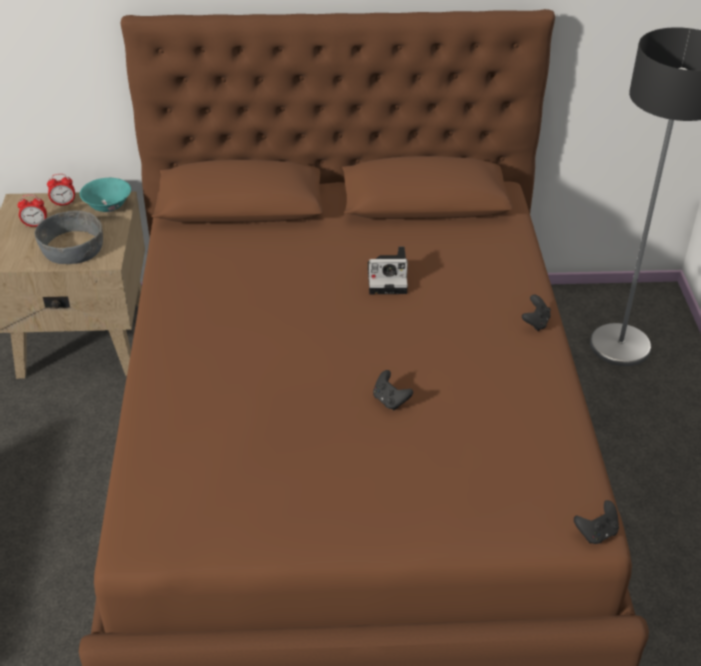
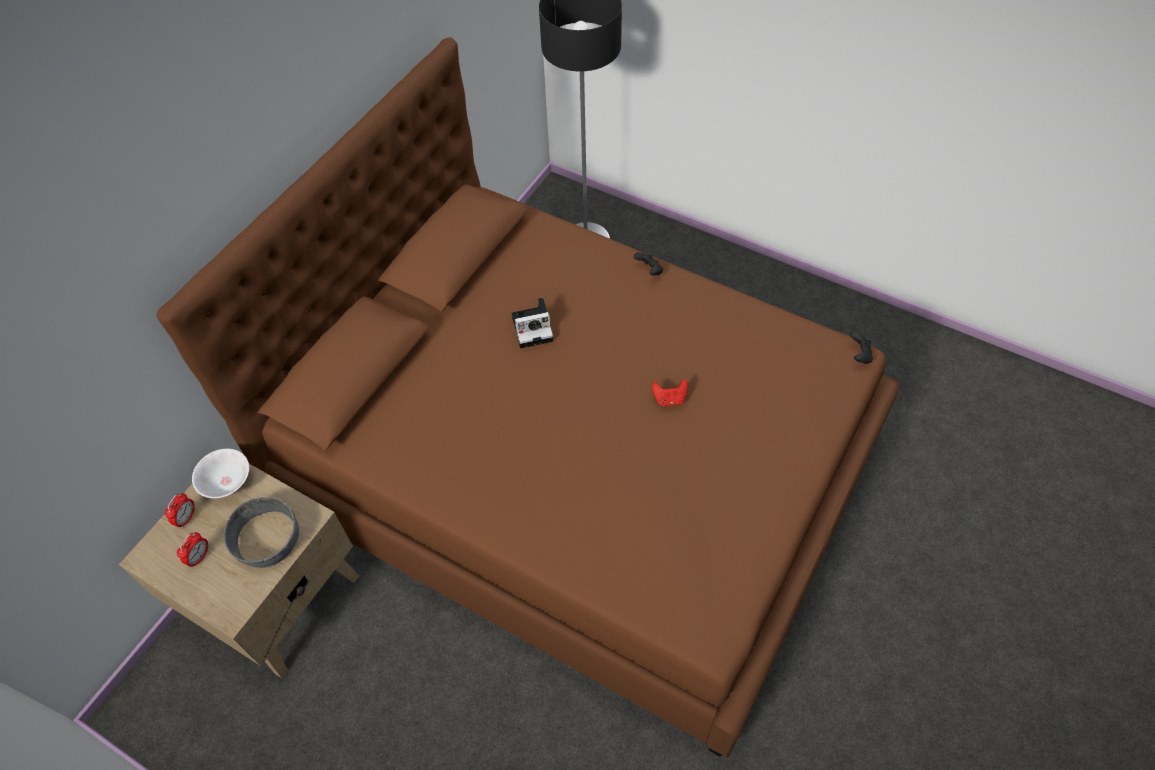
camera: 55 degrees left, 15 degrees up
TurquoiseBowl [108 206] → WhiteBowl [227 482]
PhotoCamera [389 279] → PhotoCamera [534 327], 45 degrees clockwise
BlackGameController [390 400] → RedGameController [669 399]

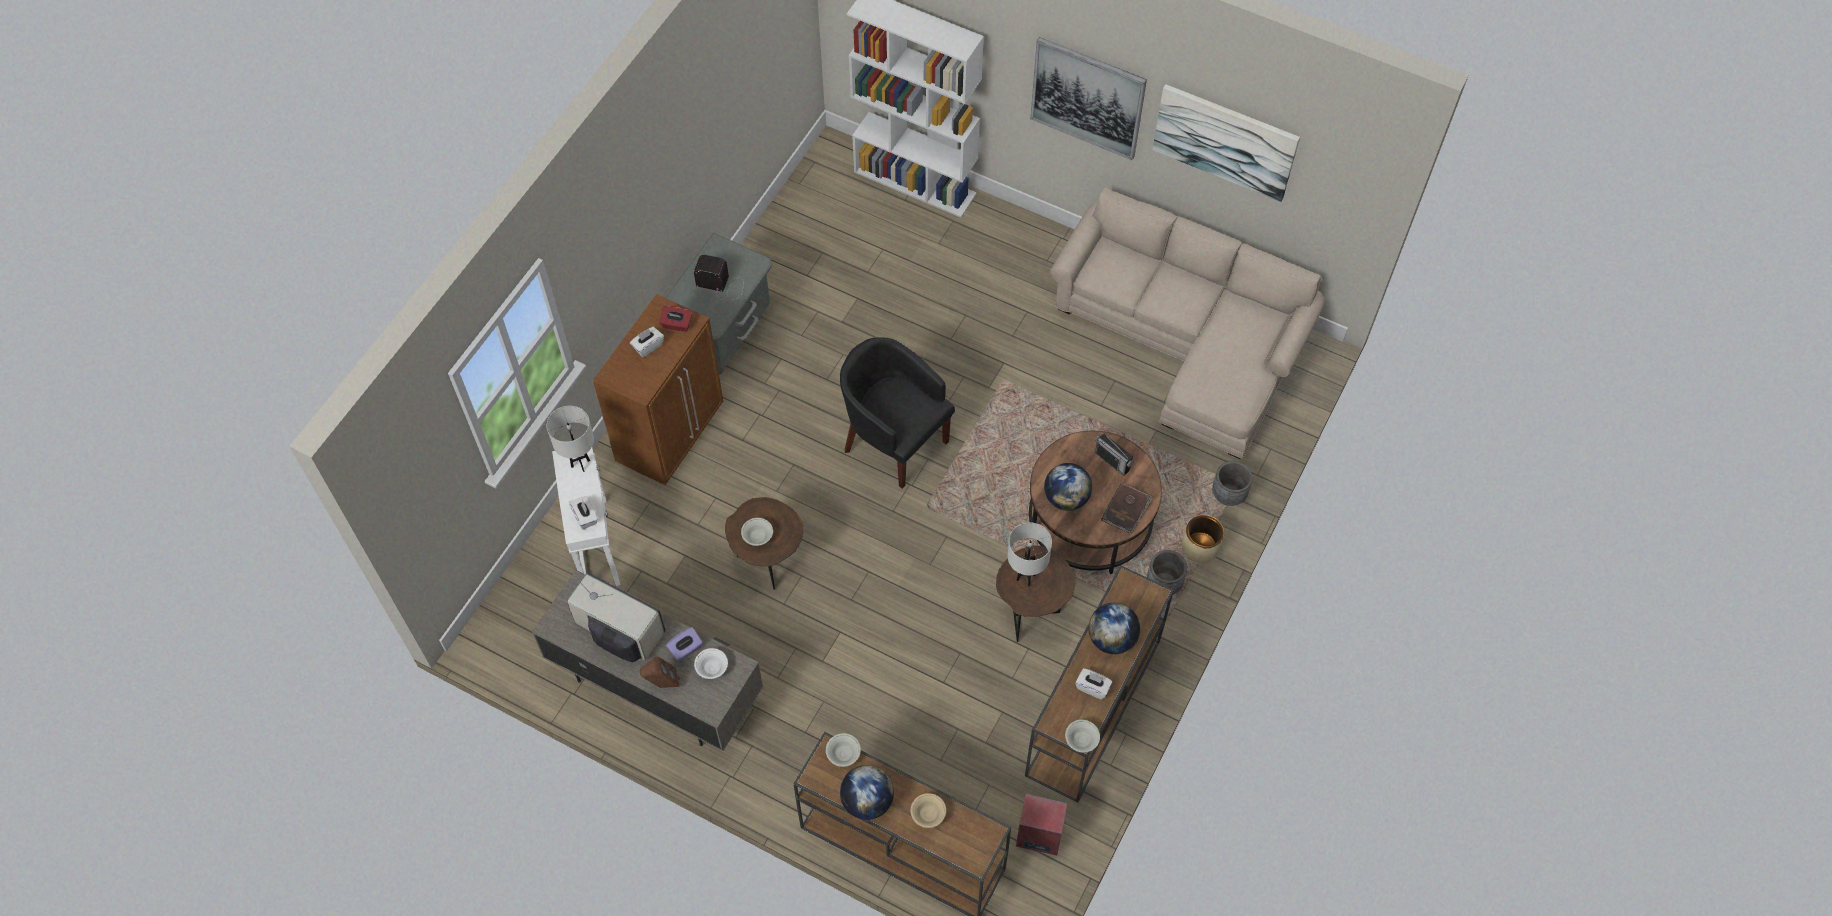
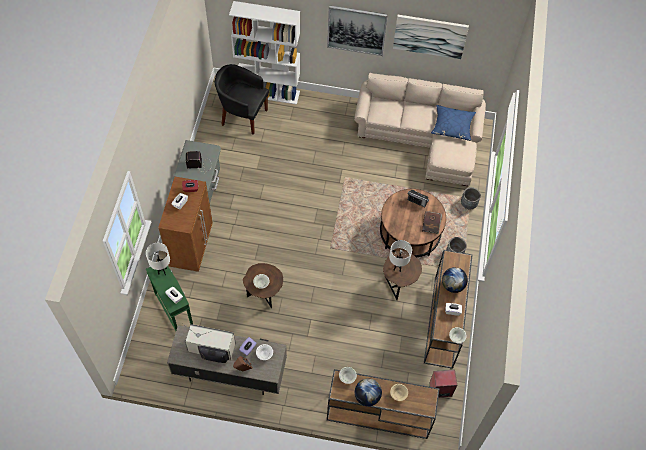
camera: 20 degrees left, 0 degrees up
WhiteSideTable [596 544] → GreenSideTable [174 310]
BlackArmchair [894 441] → BlackArmchair [242 115], moved
- → BluePillow [452 126]
Globe [1066 498] → -
BeigePlanter [1200 547] → -

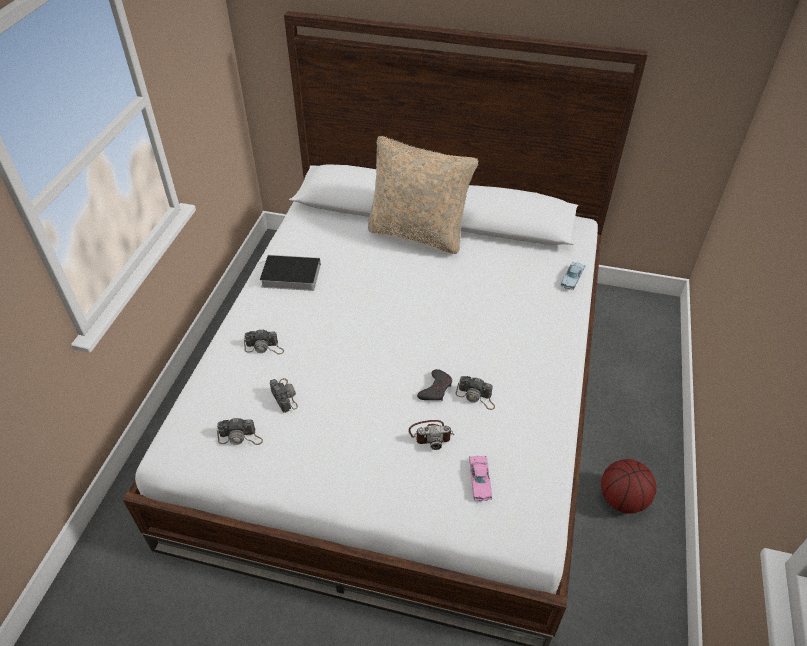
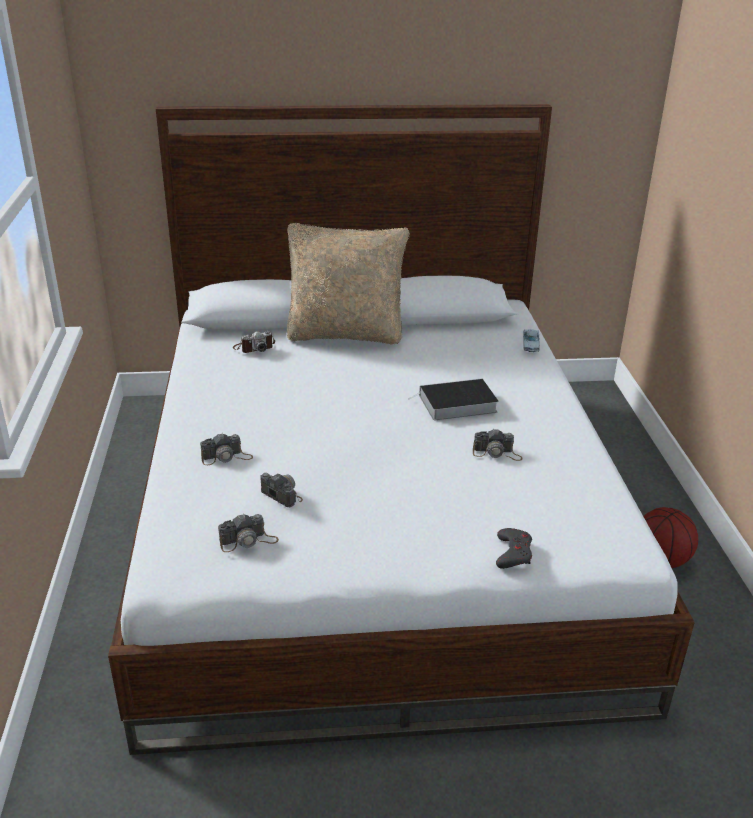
camera: 20 degrees left, 15 degrees down
PhotoCamera [431 434] → PhotoCamera [254 348], moved
Book [289 276] → Book [455 404], moved
GreyGameController [436 389] → GreyGameController [513 553], moved
PinkToyCar [479 480] → -

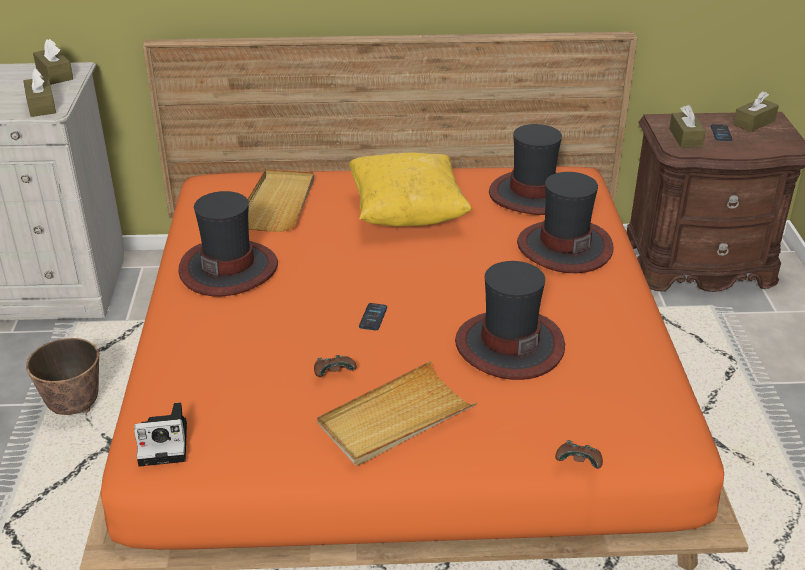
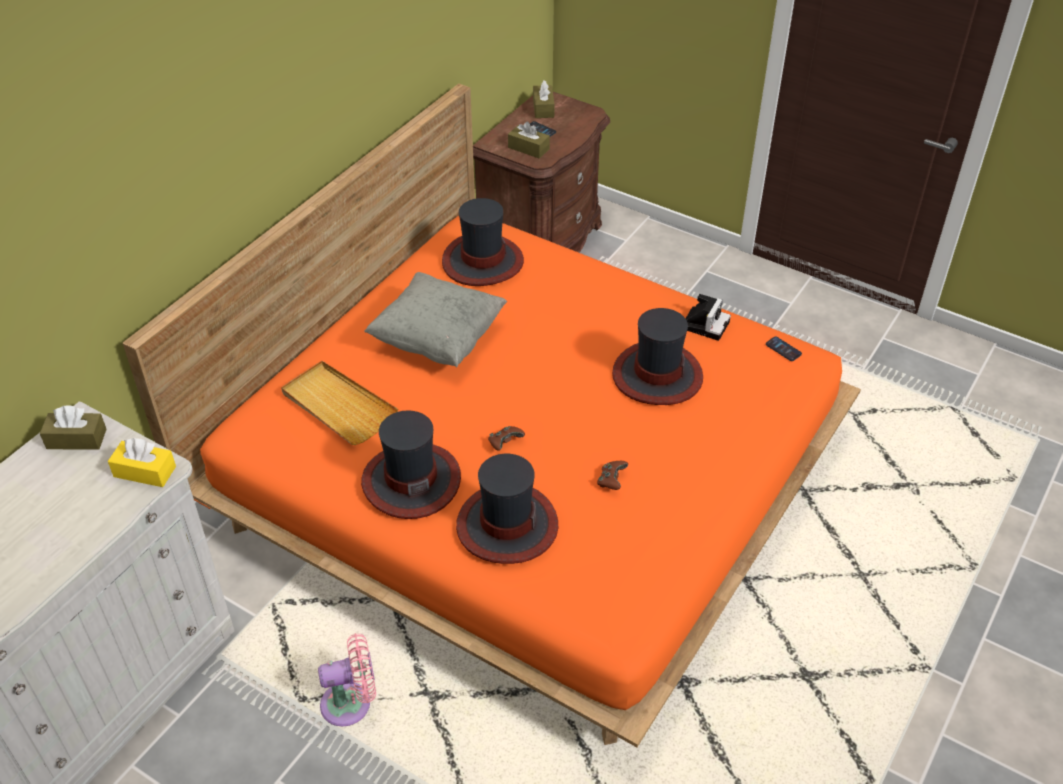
camera: 55 degrees left, 10 degrees up
BrownTissueBox [41 105] → YellowTissueBox [145 471]
Planter [74 407] → PinkFan [351 703]
YellowPillow [407 214] → GreyPillow [438 340]
Hat [564 247] → Hat [506 525], moved
BrownGameController [578 463] → BrownGameController [505 443], moved
PhotoCamera [166 443] → PhotoCamera [705 323], moved
Phone [373 317] → Phone [783 349], moved
BeigeTray [395 418] → -

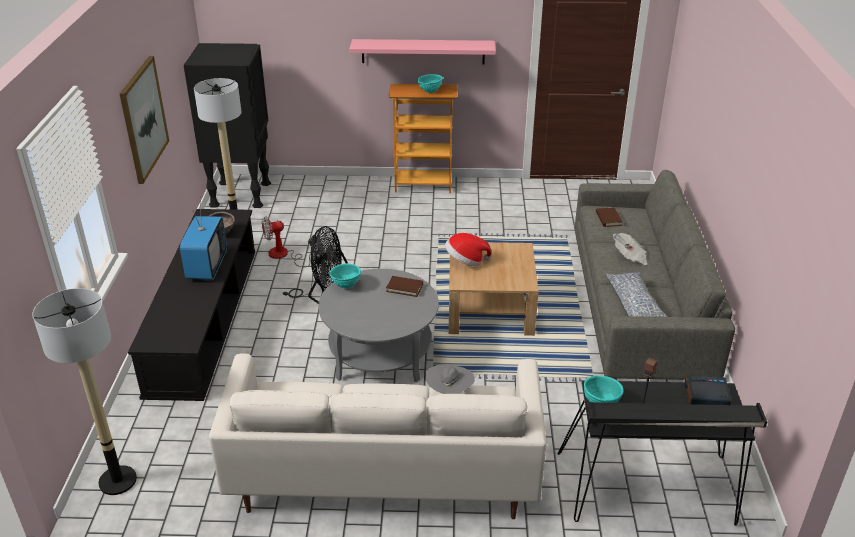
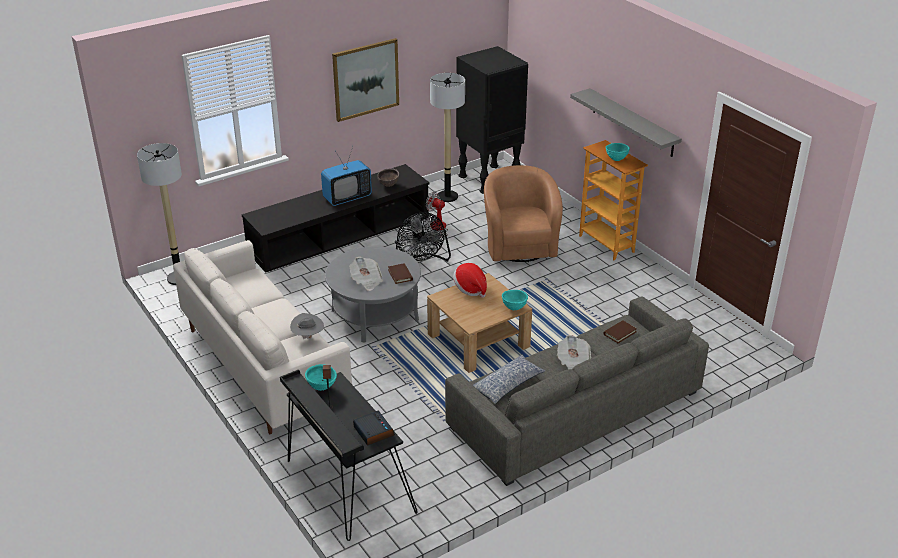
camera: 55 degrees right, 0 degrees up
- → Newspaper [366 281]
- → BrownArmchair [519 246]
TurquoiseBowl [346 286] → TurquoiseBowl [514 308], moved
PinkShelf [423 51] → GreyShelf [632 122]

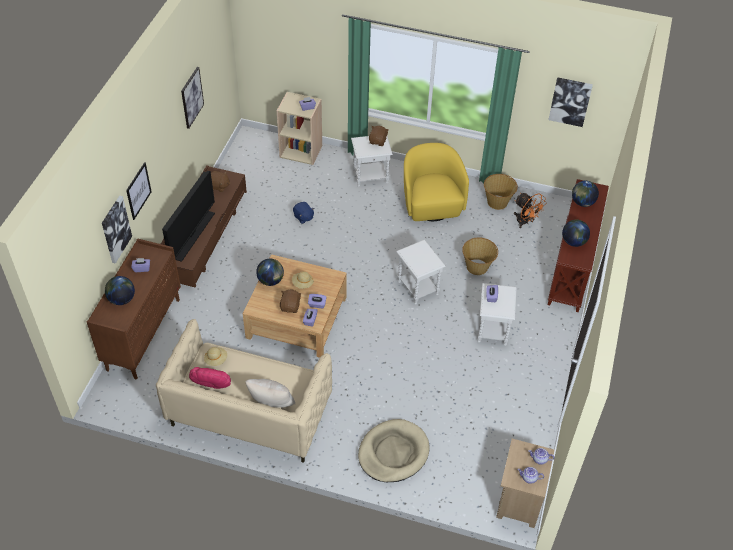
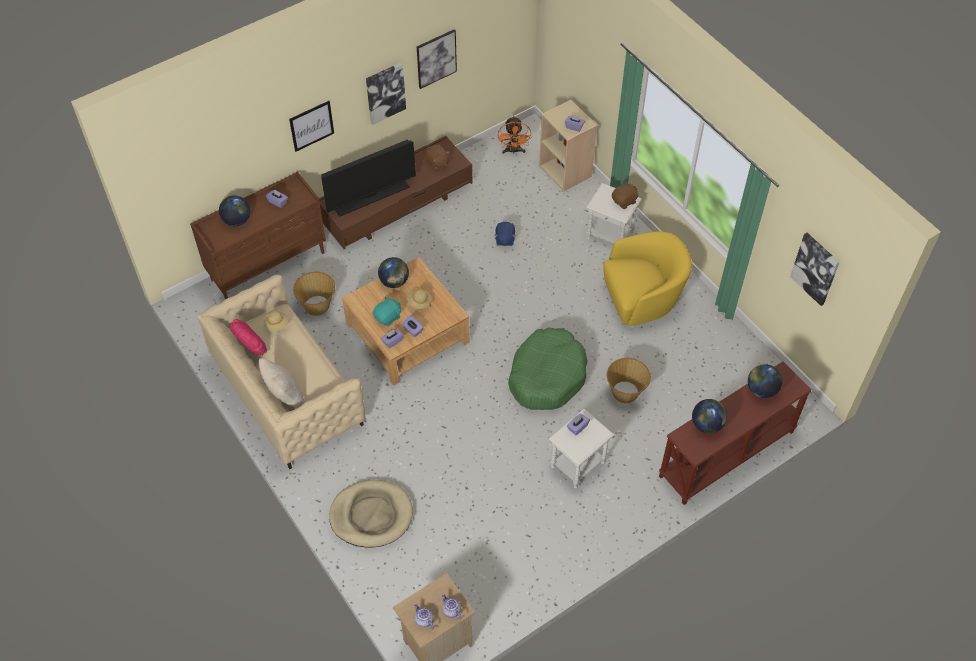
camera: 40 degrees right, 5 degrees up
Basket [497 202] → Basket [317 305], moved
Picture [115 229] → Picture [385 92], moved
BrownPlushToy [290 306] → TurquoisePlushToy [388 317]
OrangeFan [525 222] → OrangeFan [513 151], moved
WhiteSideTable [418 287] → GreenDogBed [547 375]
YellowArmchair [431 204] → YellowArmchair [642 299], 45 degrees clockwise

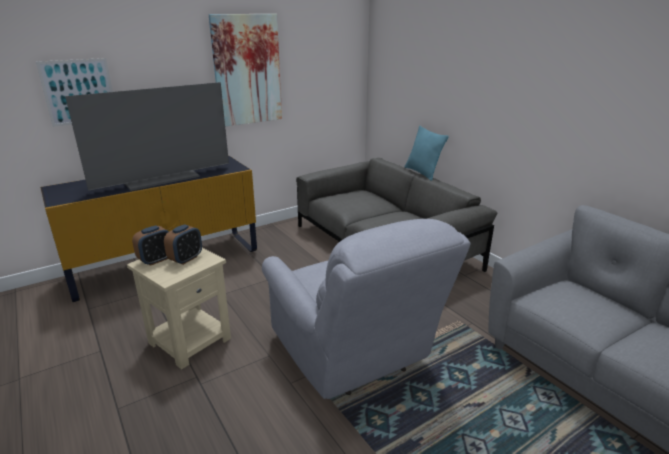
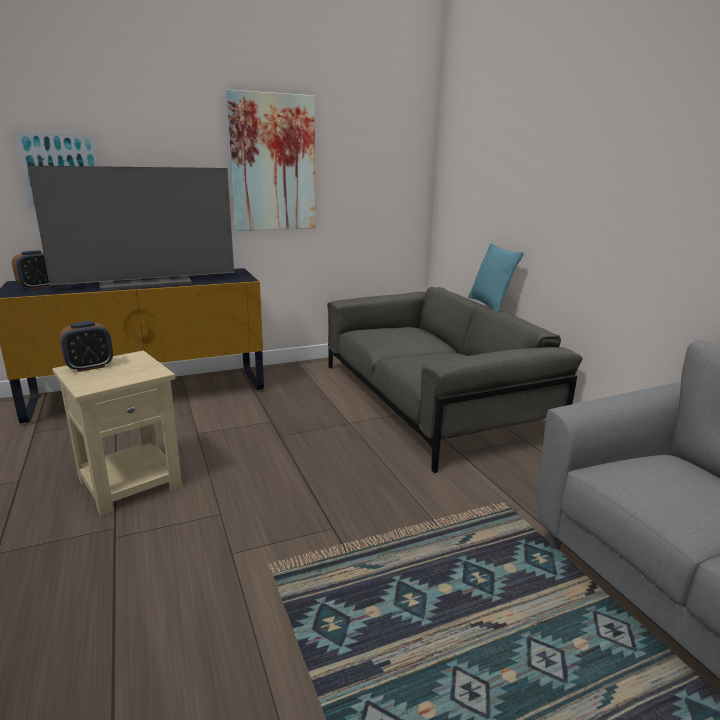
camera: 10 degrees right, 5 degrees down
AlarmClock [186 259] → AlarmClock [38 287], moved
GreyArmchair [354 357] → -

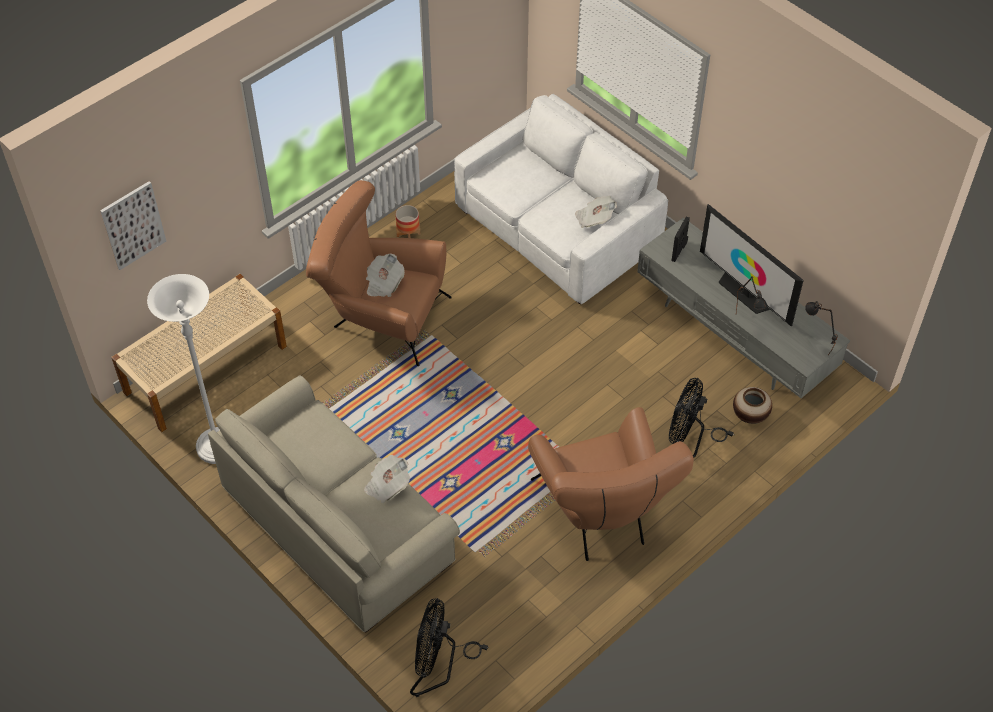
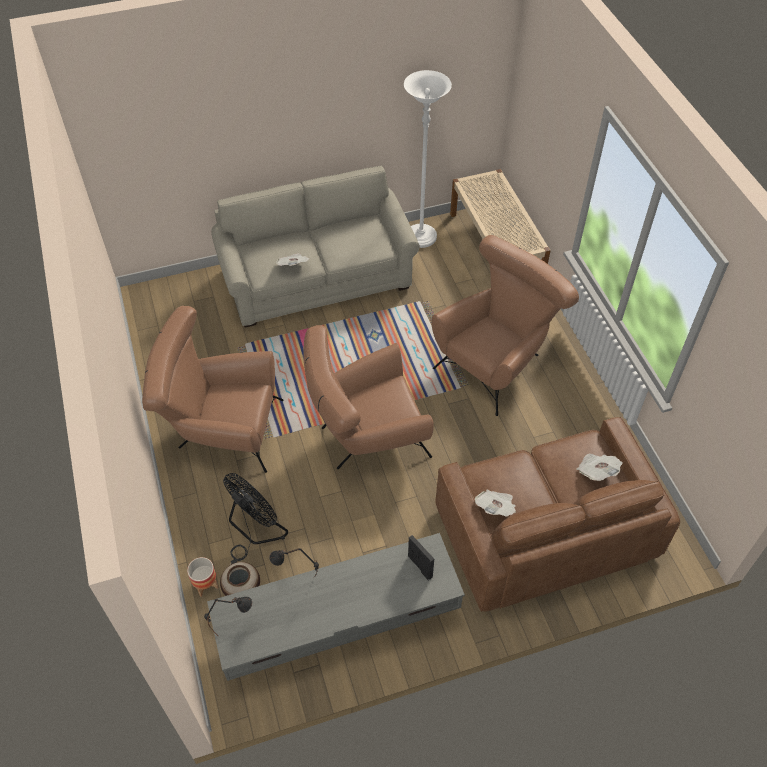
camera: 115 degrees right, 0 degrees up
Planter [408 235] → Planter [205 584], moved
- → BrownArmchair [366 438]
WhiteSofa [558 228] → BrownSofa [546 532]
Newspaper [383 283] → Newspaper [596 471], moved
Picture [133 225] → -
BlackFan [440 658] → -
Television [745 292] → -

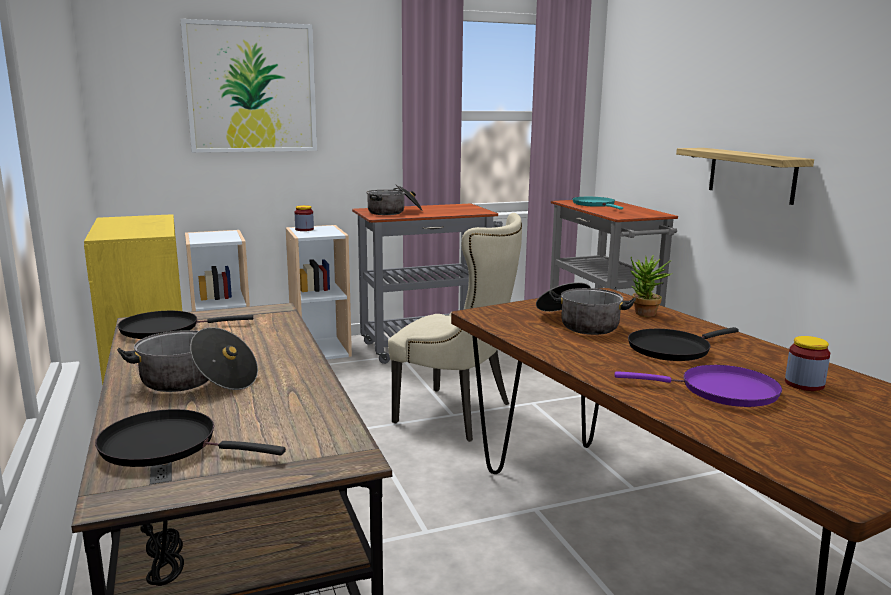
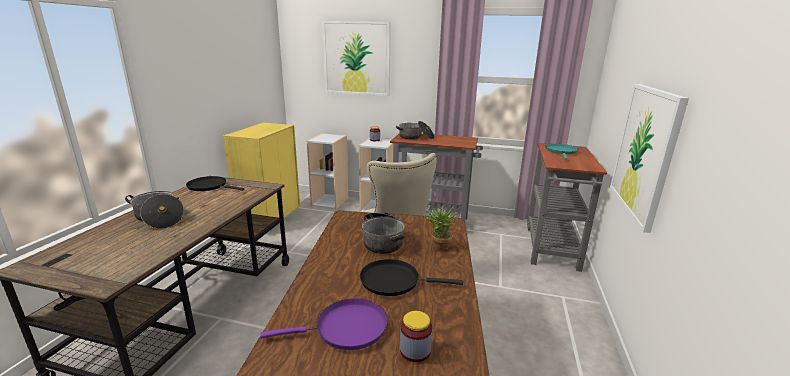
camera: 35 degrees right, 5 degrees up
PurpleFryingPan [722 391] → PurpleFryingPan [346 328], 60 degrees counterclockwise
Shelf [751 175] → Picture [645 152]
BlackFryingPan [166 445] → -

